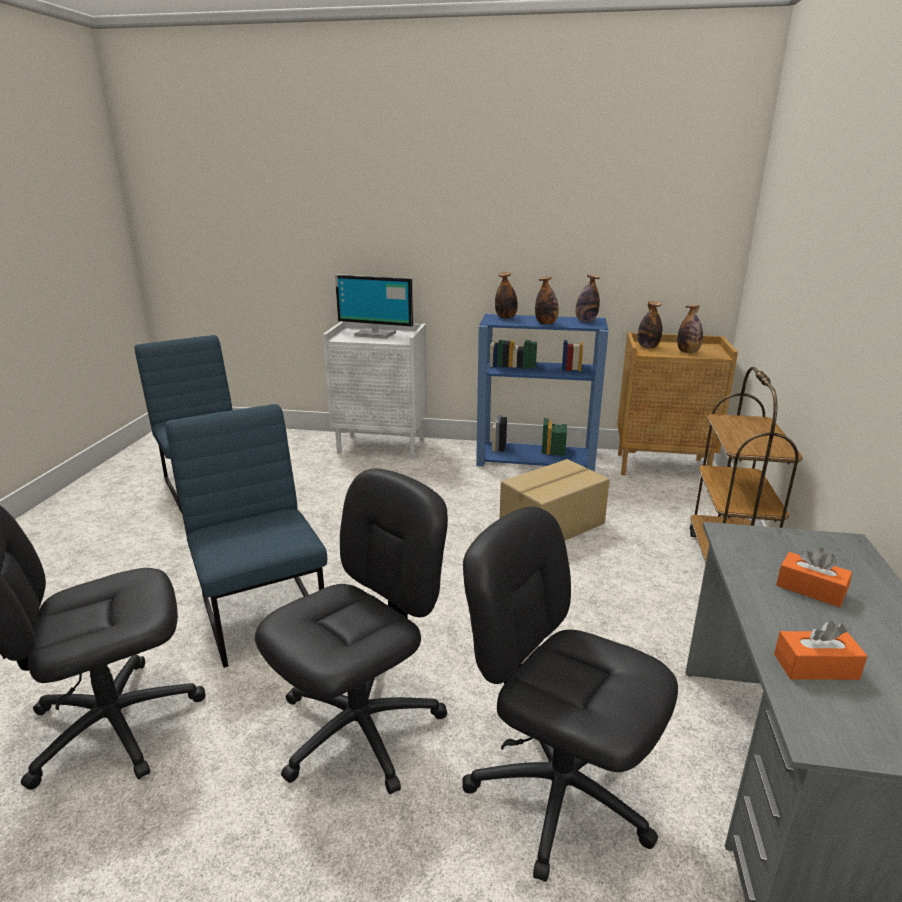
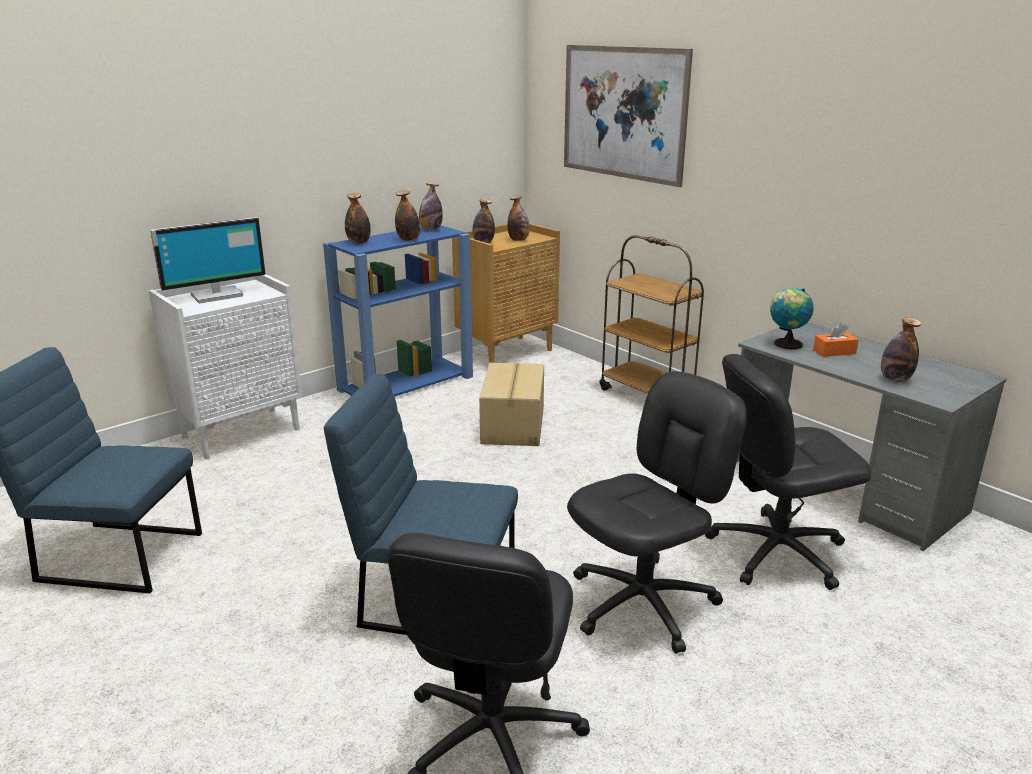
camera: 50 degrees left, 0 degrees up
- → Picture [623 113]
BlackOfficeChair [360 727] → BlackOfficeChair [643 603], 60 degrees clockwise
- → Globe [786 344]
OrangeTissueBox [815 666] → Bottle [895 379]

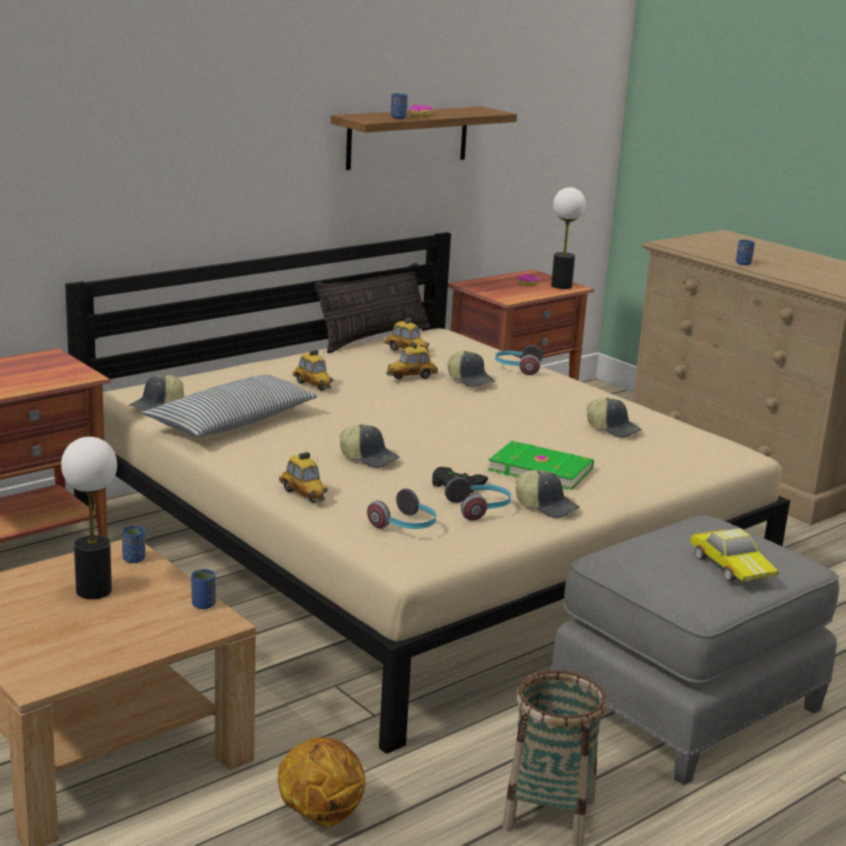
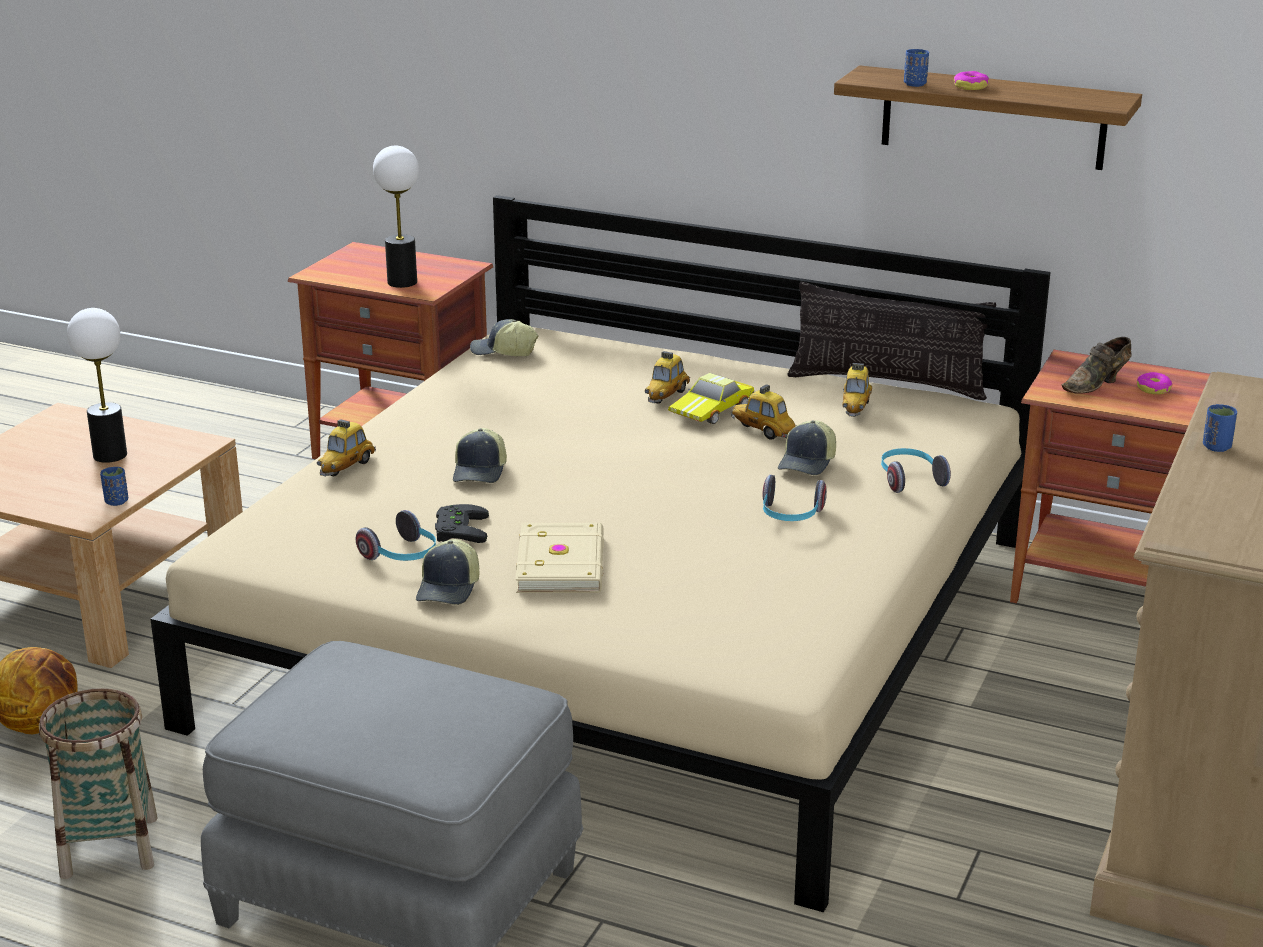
camera: 65 degrees right, 5 degrees up
TableLamp [561 286] → TableLamp [402 282], moved
GreenBook [540 469] → BeigeBook [563 563]
ToyCar [732 565] → ToyCar [713 410], moved
Headphones [405 526] → Headphones [790 516], moved
- → BrownShoe [1097 385]
BlueCup [134 559] → -
Pillow [233 422] → -
Cap [613 429] → -

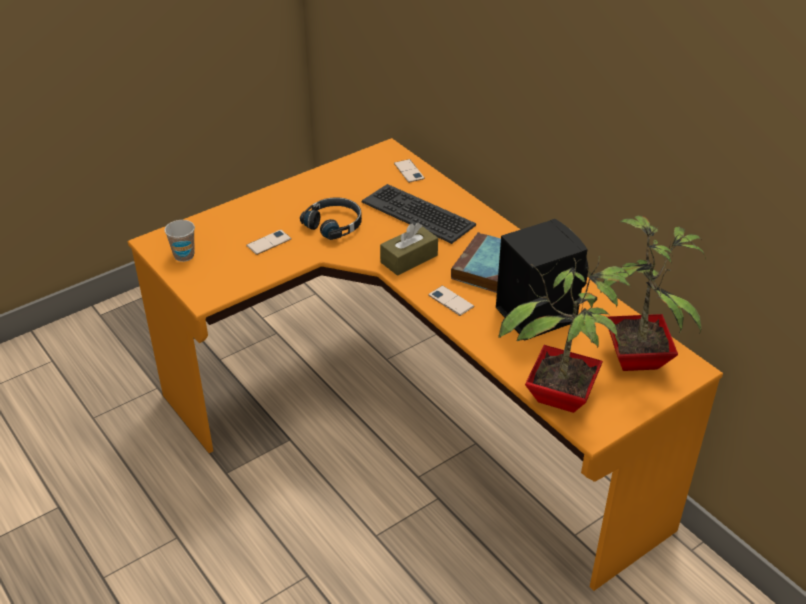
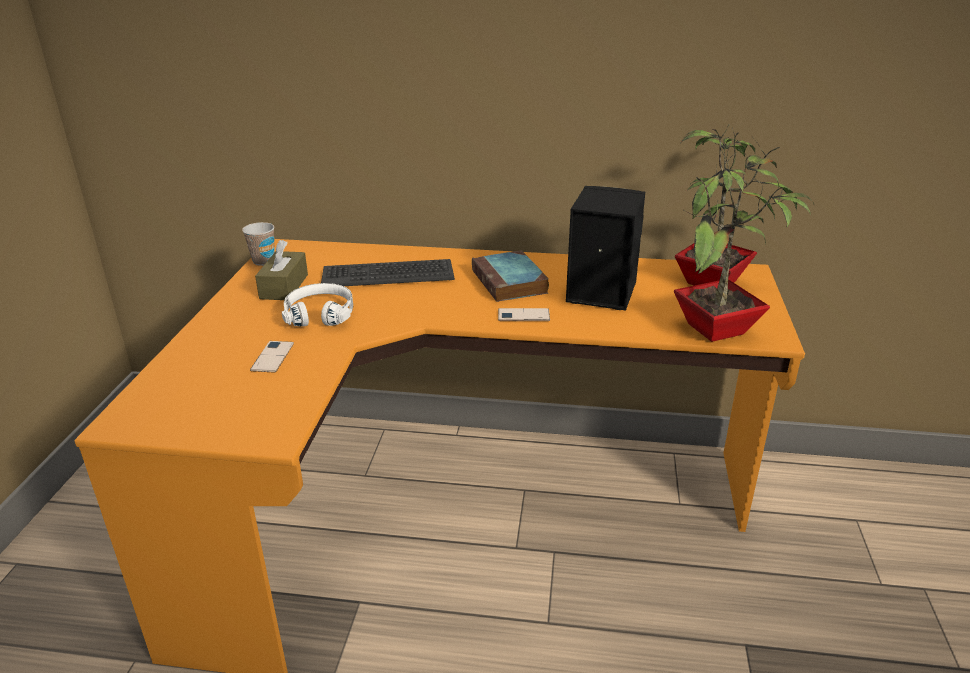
camera: 45 degrees left, 10 degrees down
Cup [184 255] → Cup [263 261], moved
BrownTissueBox [409 259] → BrownTissueBox [284 286], moved
BlackHeadphones [334 224] → WhiteHeadphones [320 314]
Phone [409 171] → -

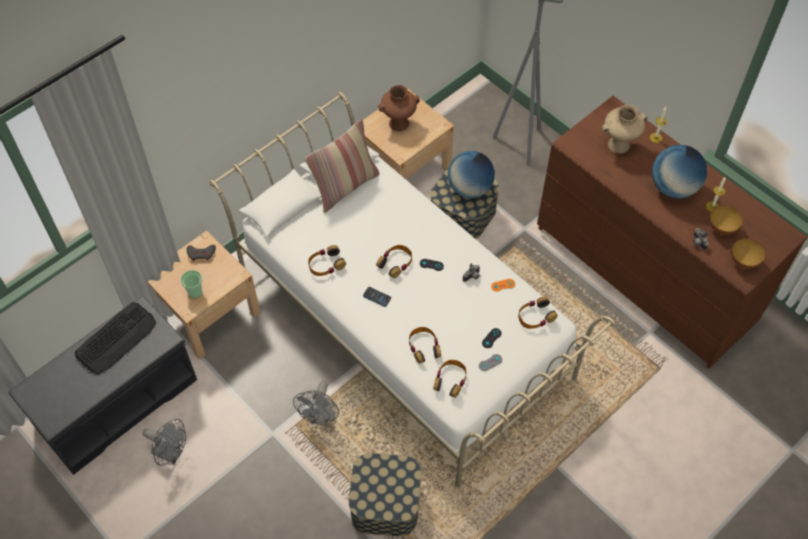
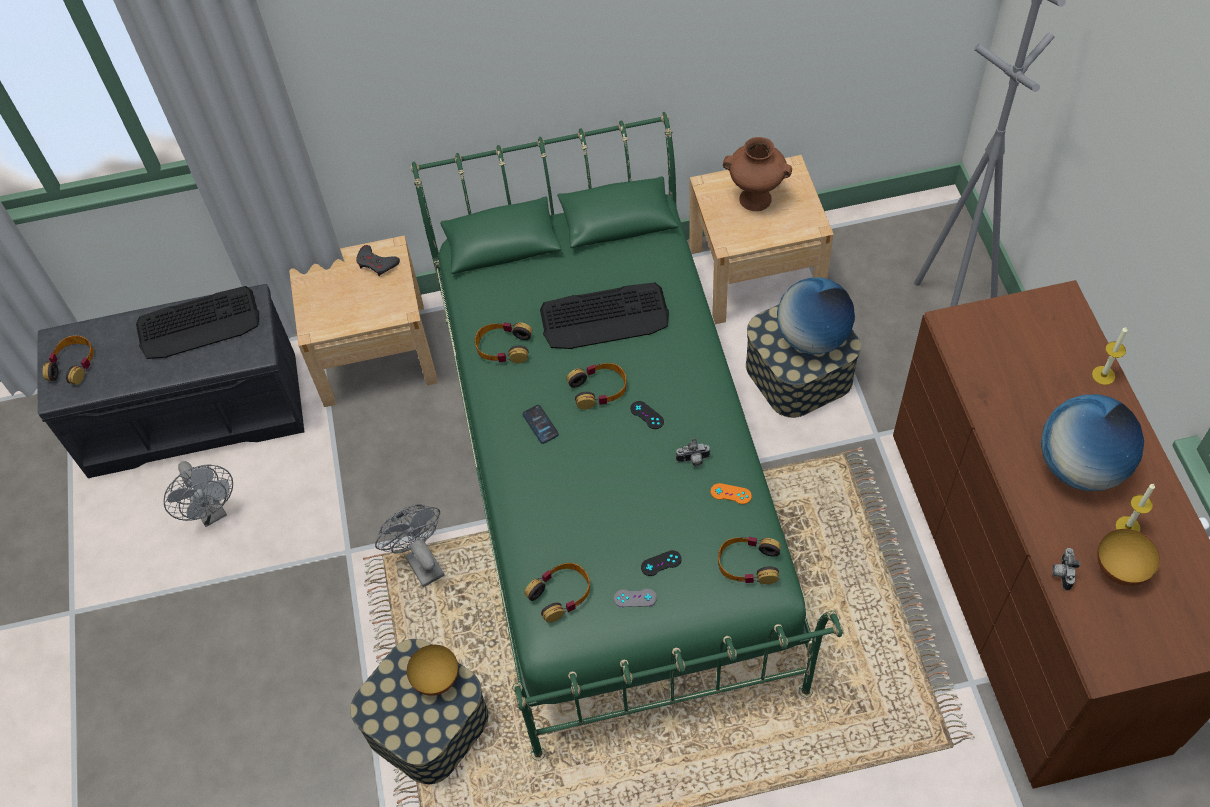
camera: 35 degrees right, 0 degrees up
Headphones [424 347] → Headphones [73 364], moved
GreyFan [320 417] → GreyFan [420 561], 105 degrees clockwise
Bowl [743 262] → Bowl [436 679], moved
WhiteBed [403 325] → GreenBed [611 491]
- → Keyboard [605 317]
Cup [195 292] → -
Pillow [345 187] → -
BeigeVase [618 145] → -

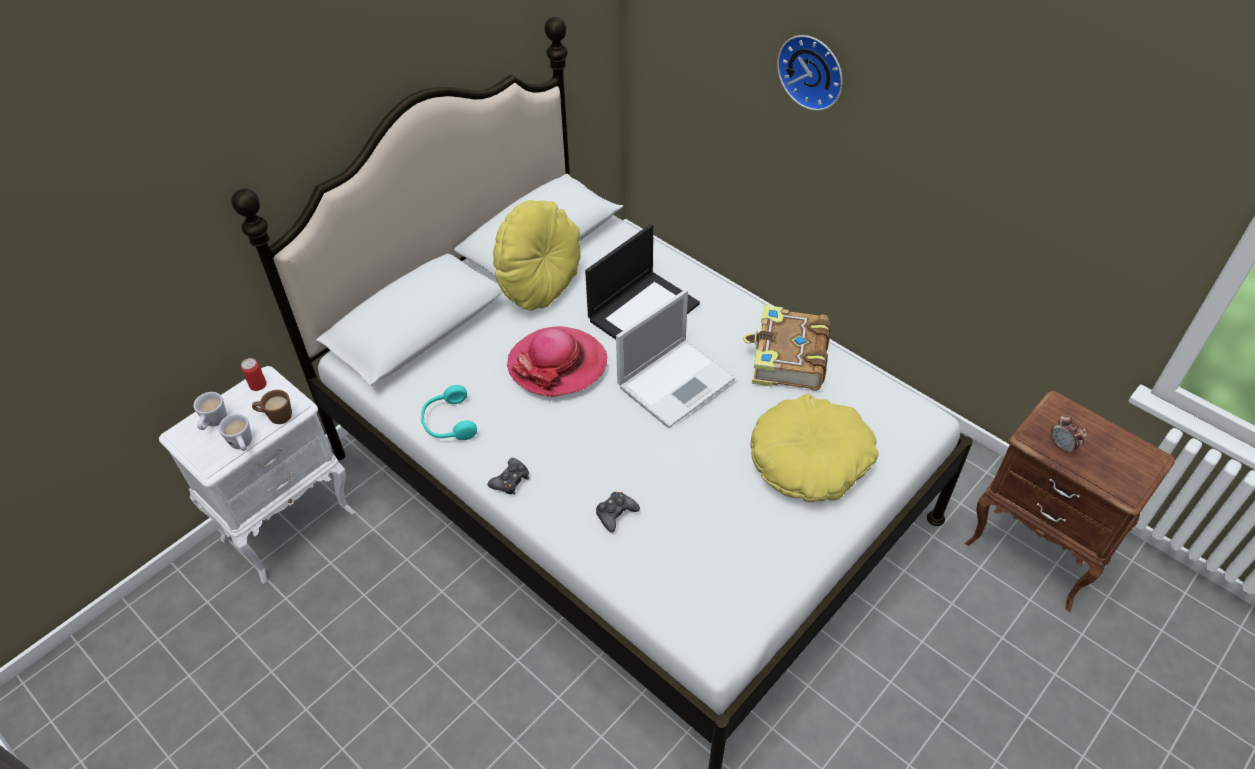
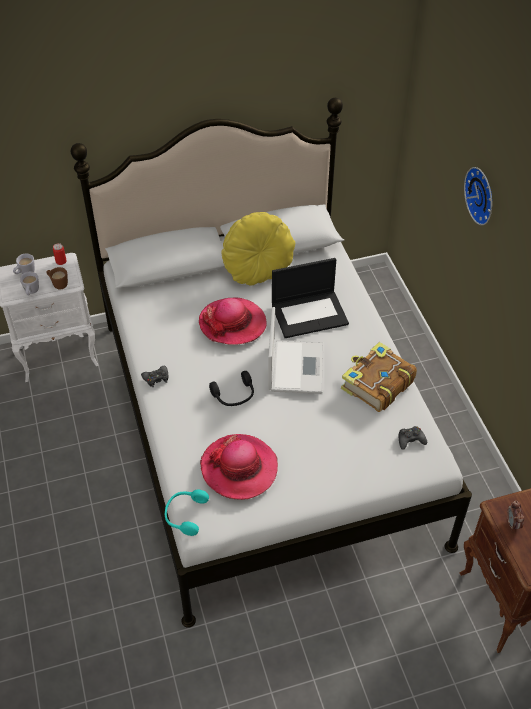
camera: 30 degrees right, 0 degrees up
TurquoiseHeadphones [448 422] → TurquoiseHeadphones [185 514], moved
- → Hat [239 468]
- → BlackHeadphones [234 395]
Laptop [677 381] → Laptop [295 366], 75 degrees counterclockwise
BlackGameController [615 514] → BlackGameController [410 440], moved
YellowPillow [807 458] → -

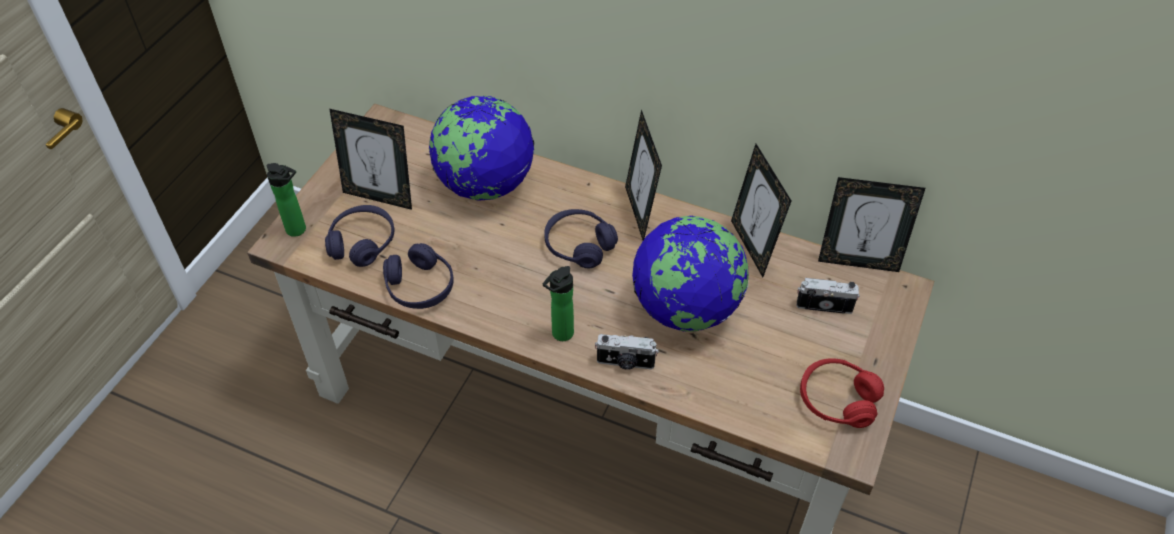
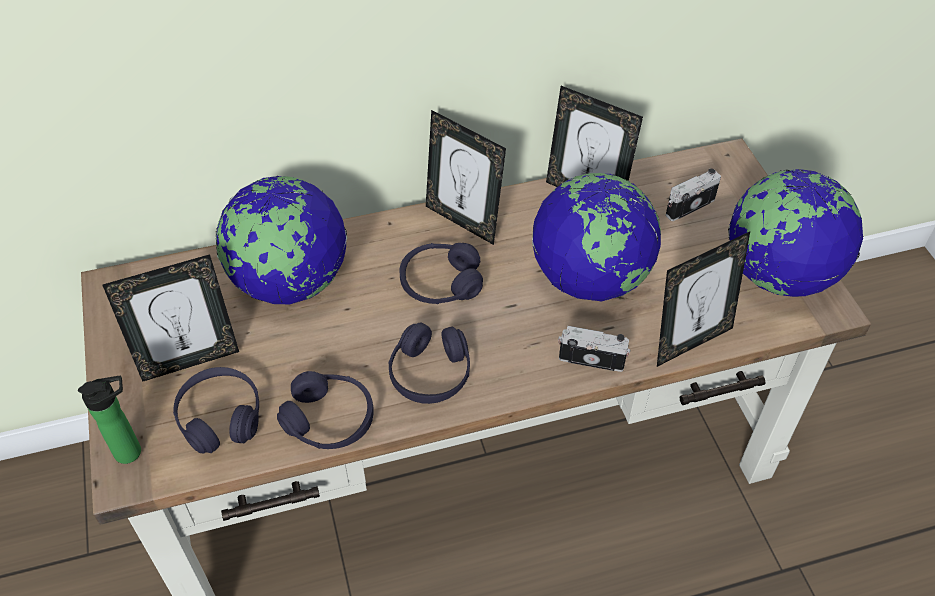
camera: 40 degrees left, 0 degrees up
- → PurpleHeadphones [430 373]
PhotoCamera [625 363] → PhotoCamera [591 358], 135 degrees counterclockwise
PictureFrame [858 261] → PictureFrame [690 341], moved
RedHeadphones [837 400] → Globe [778 275]
Bottle [560 335] → -

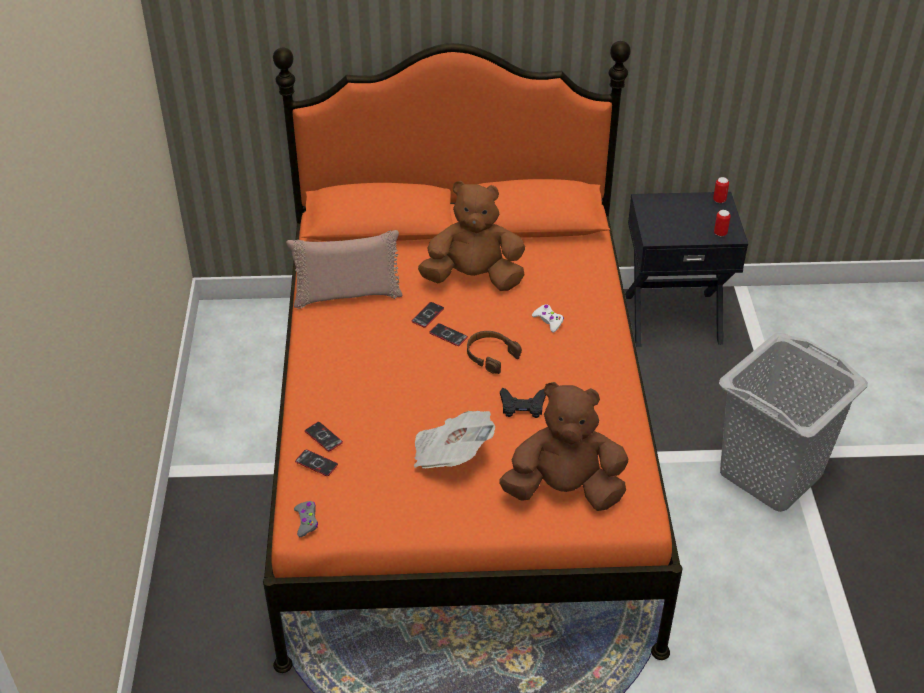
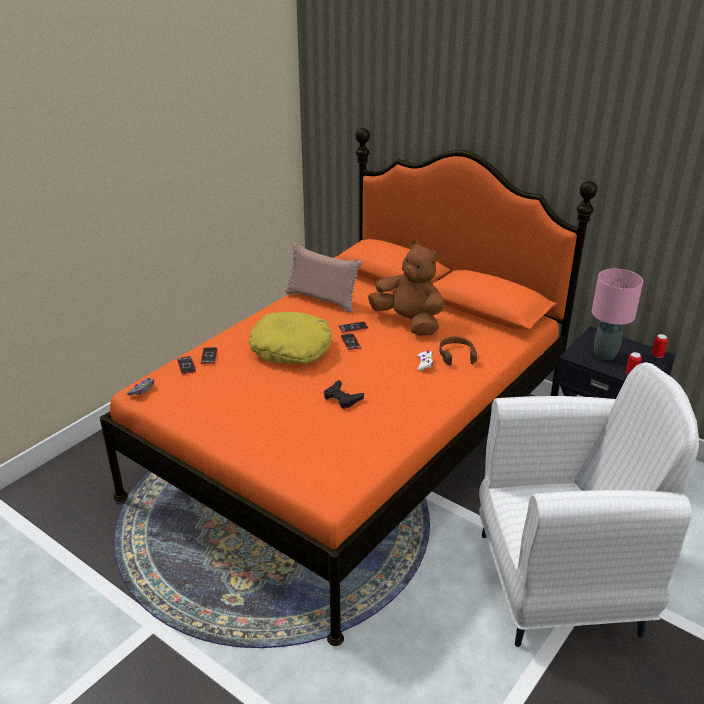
camera: 40 degrees right, 10 degrees down
- → YellowPillow [292 348]
BrownHeadphones [491 355] → BrownHeadphones [456 355], moved
GreyLaundryBasket [771 473] → WhiteArmchair [561 582]
- → PinkTableLamp [605 354]
Newspaper [451 454] → -
BrownPlushToy [564 490] → -

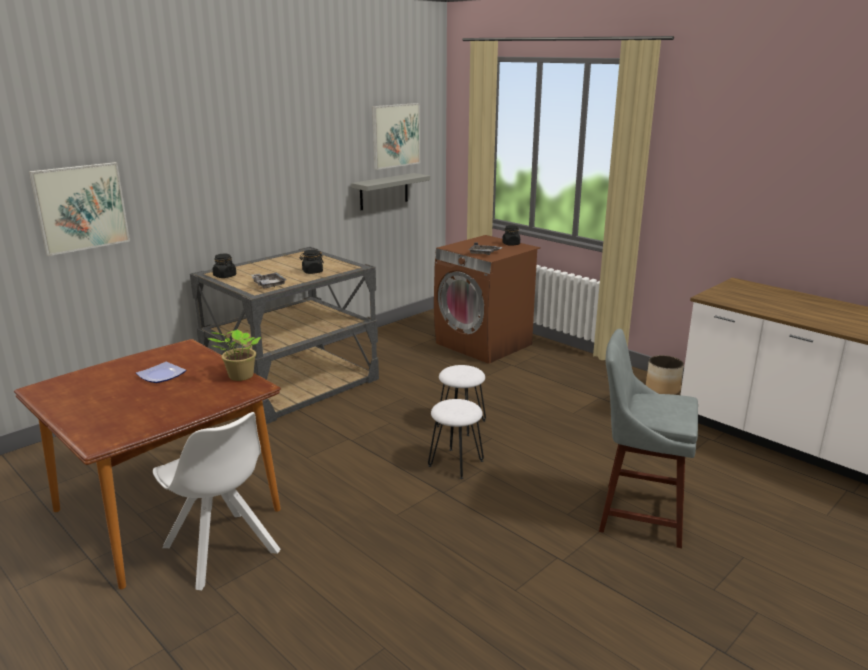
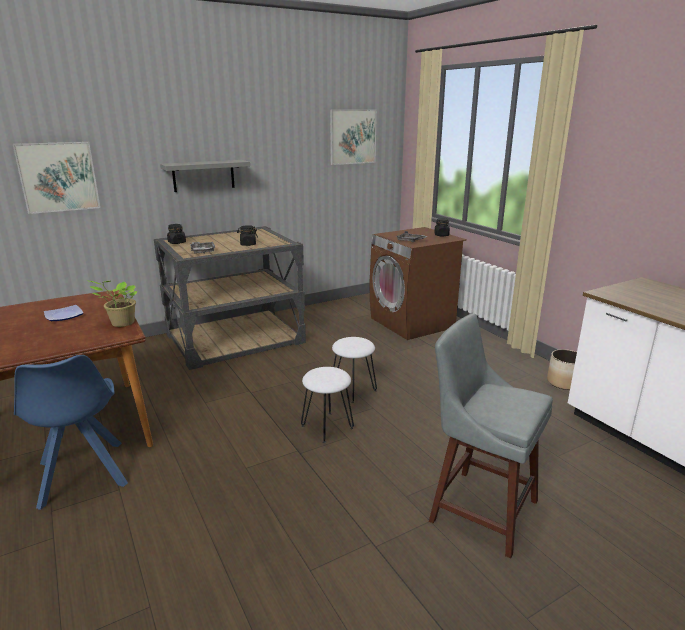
camera: 15 degrees right, 0 degrees up
WhiteChair [221 550] → BlueChair [82 475]
GreyShelf [384 191] → GreyShelf [203 175], moved

